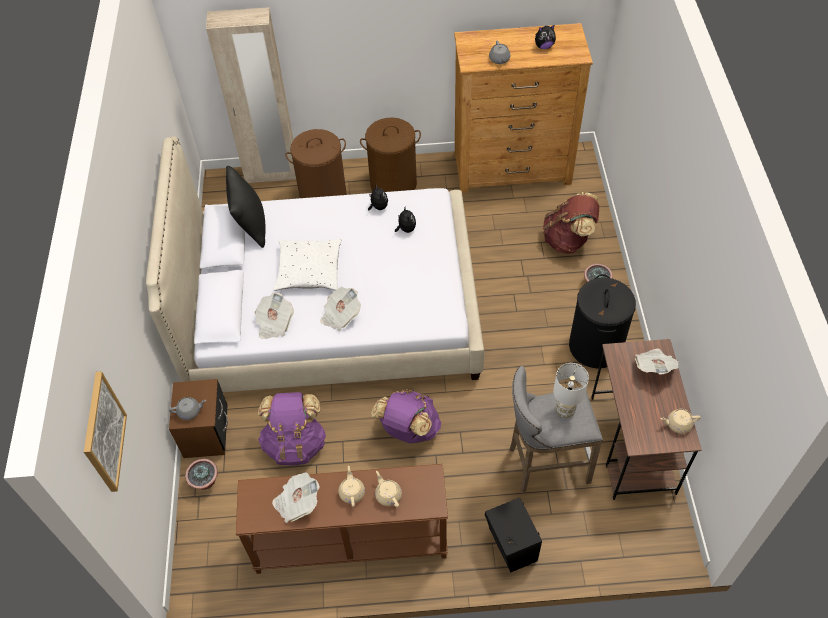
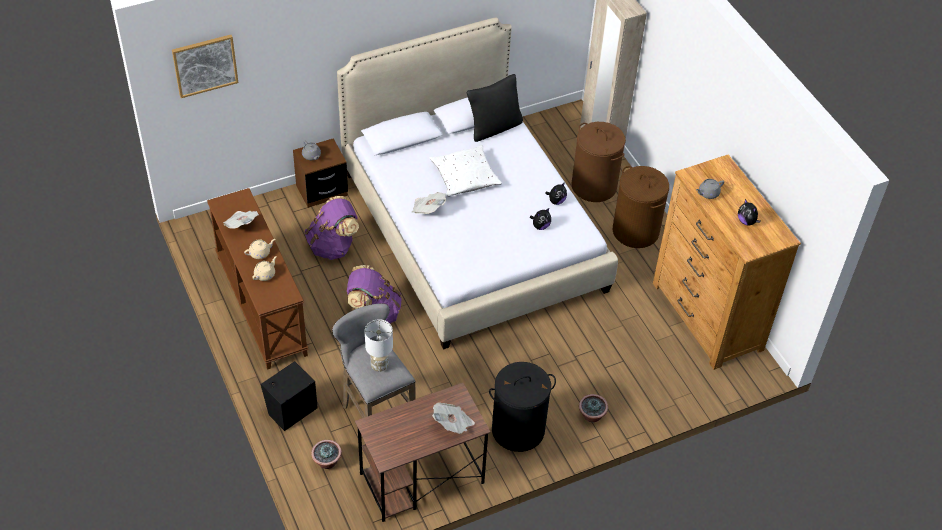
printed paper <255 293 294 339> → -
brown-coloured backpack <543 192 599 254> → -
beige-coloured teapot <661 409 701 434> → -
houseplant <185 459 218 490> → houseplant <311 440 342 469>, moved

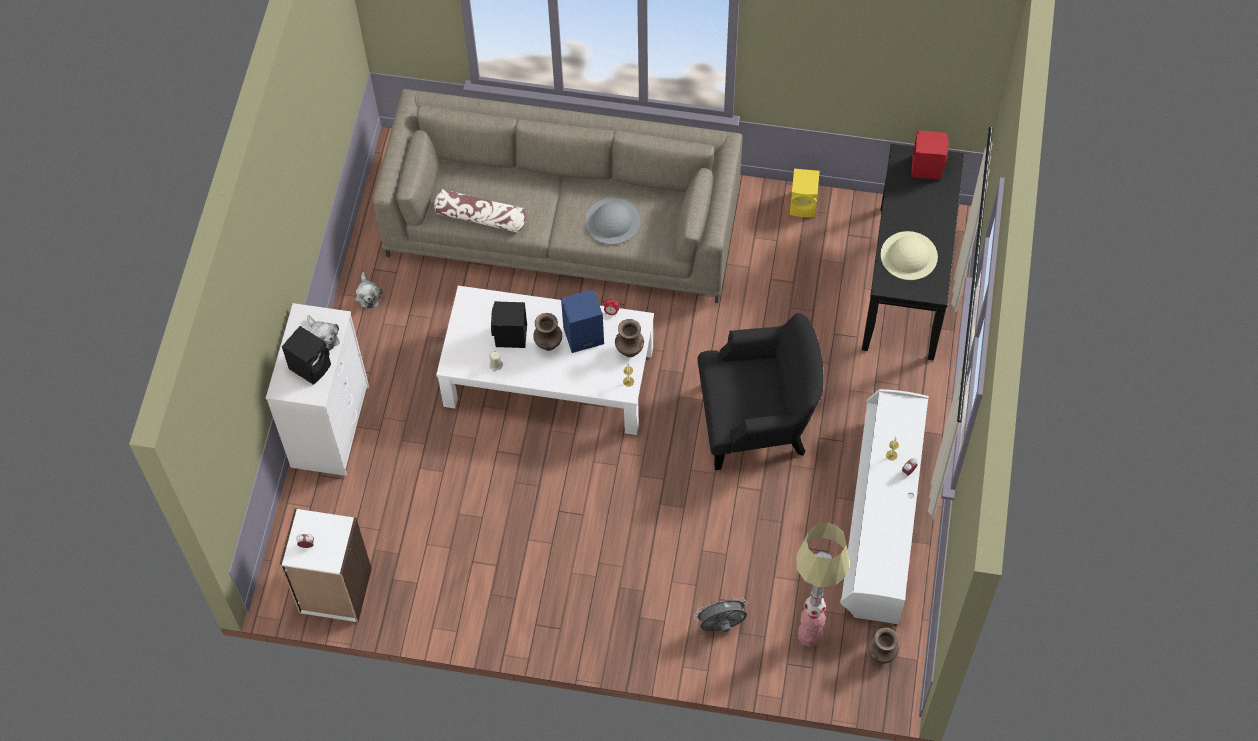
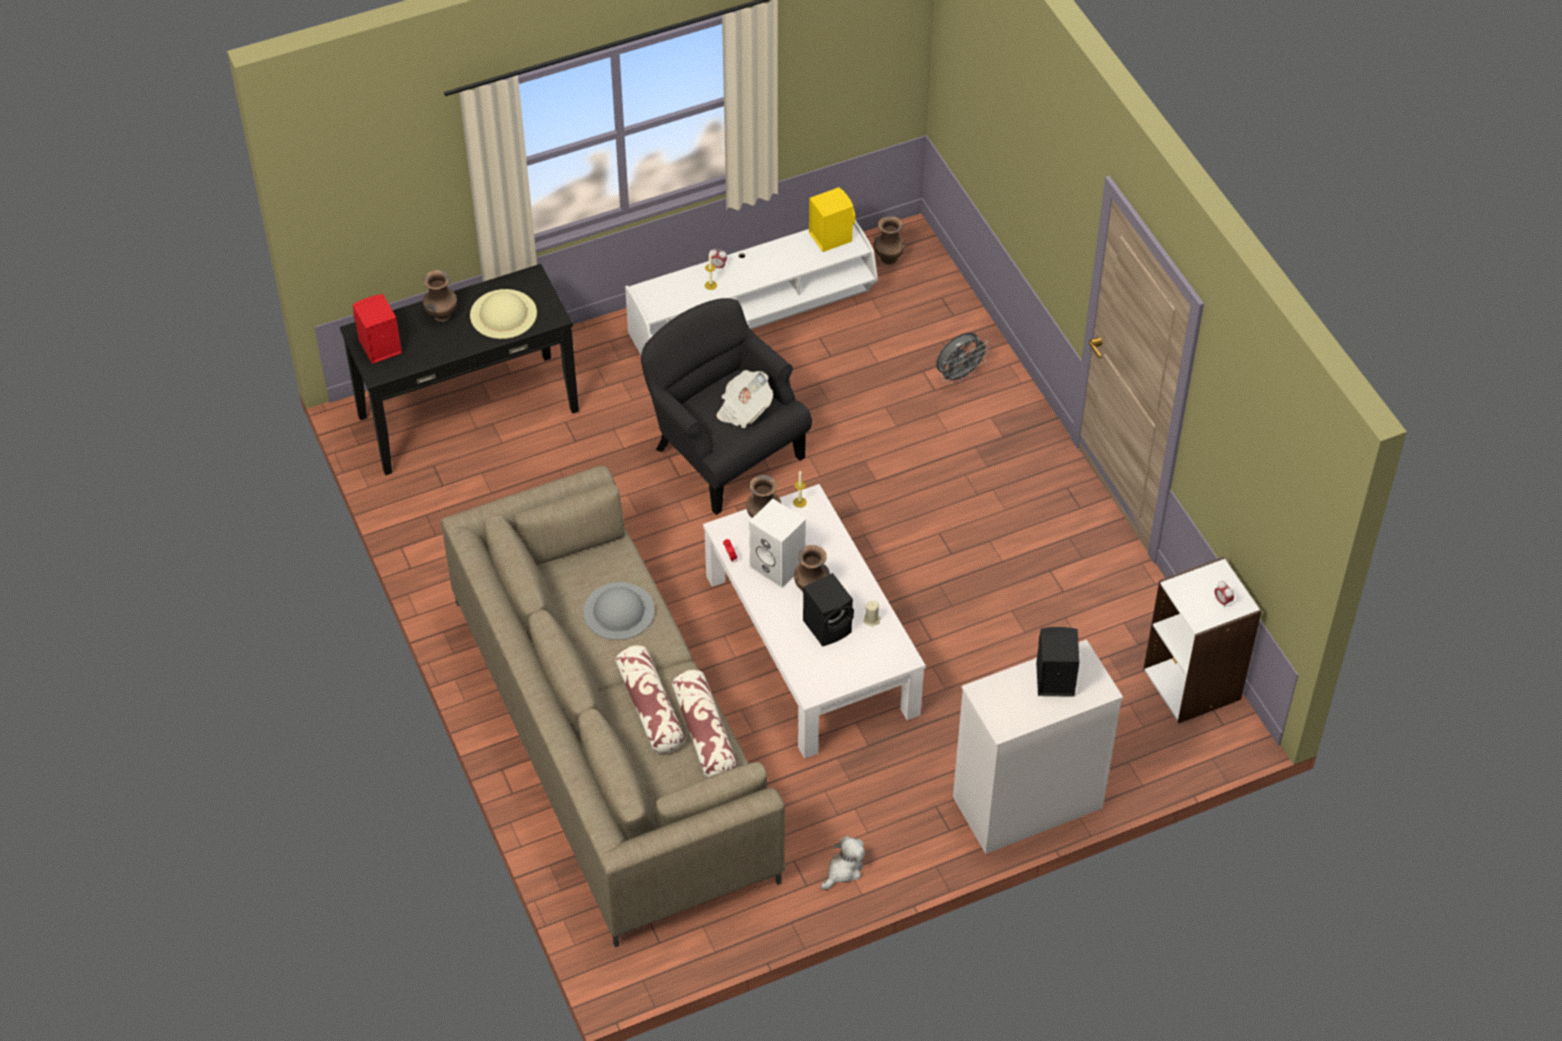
plush toy <307 315 340 351> → -
floor lamp <796 522 849 647> → -
- → brown-coloured decorative vase <423 270 457 322>
- → throw pillow <616 645 685 753>
- → printed paper <717 370 773 428>
yellow audio speaker <790 169 820 217> → yellow audio speaker <809 187 855 252>, moved
blue audio speaker <561 289 604 353> → white audio speaker <749 499 806 588>
greyish cooling fan <694 597 747 632> → greyish cooling fan <936 332 990 385>, 75 degrees counterclockwise

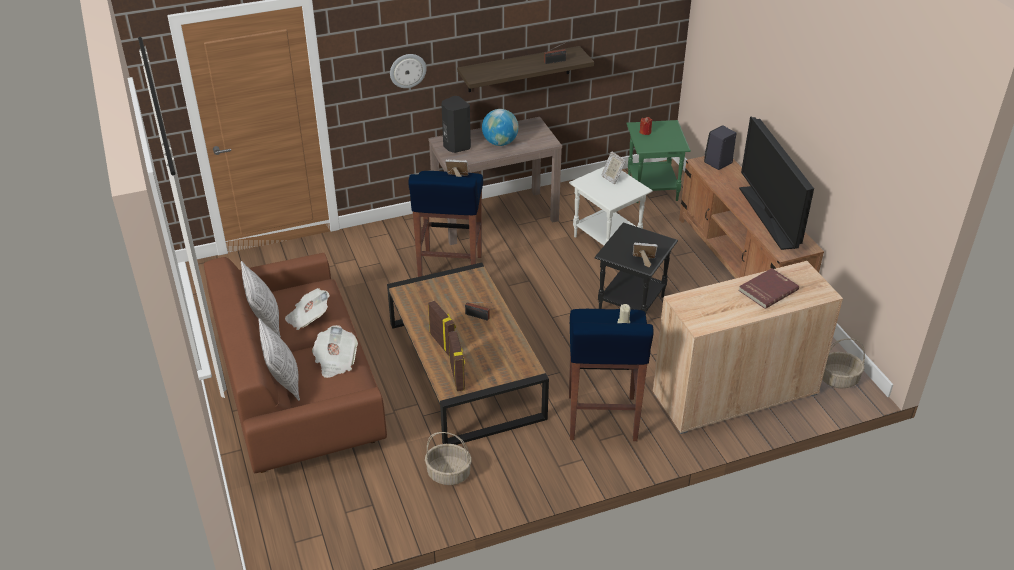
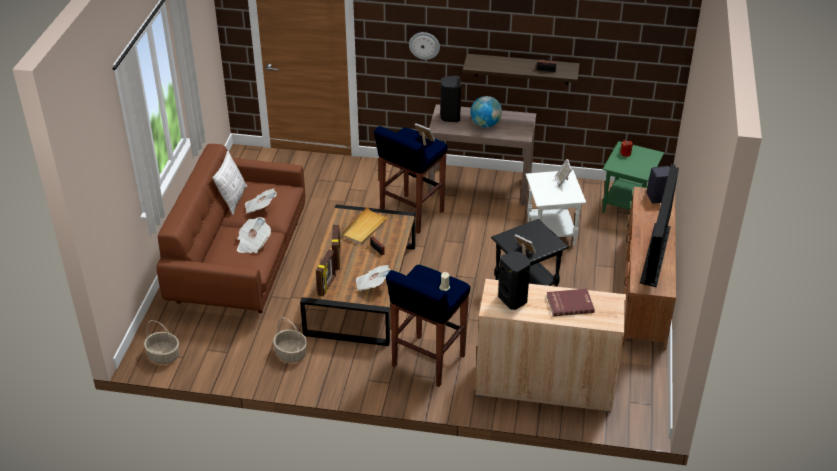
throw pillow <258 318 300 401> → -
- → beige-coloured tray <341 207 390 245>
- → printed paper <356 265 391 291>
- → blackish audio speaker <498 251 530 310>
household basket <822 338 865 388> → household basket <144 320 180 364>, moved

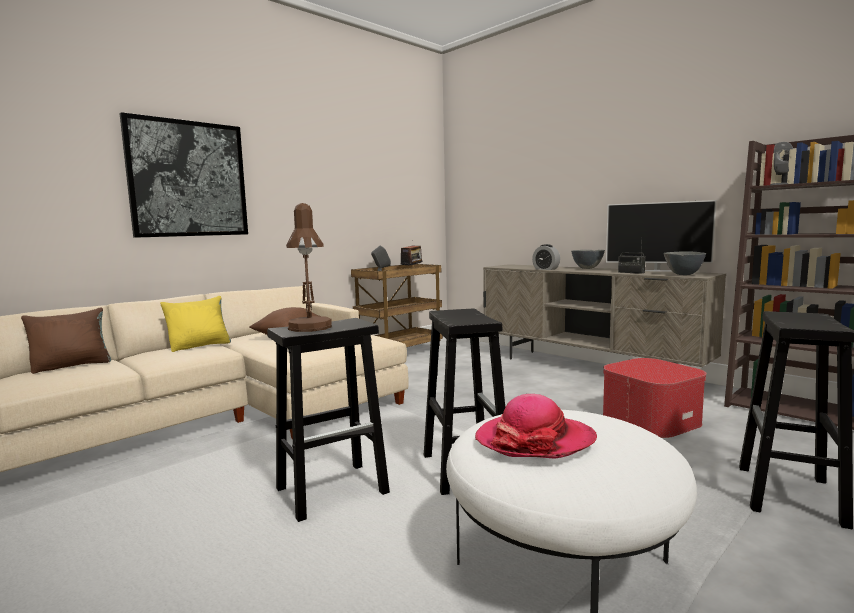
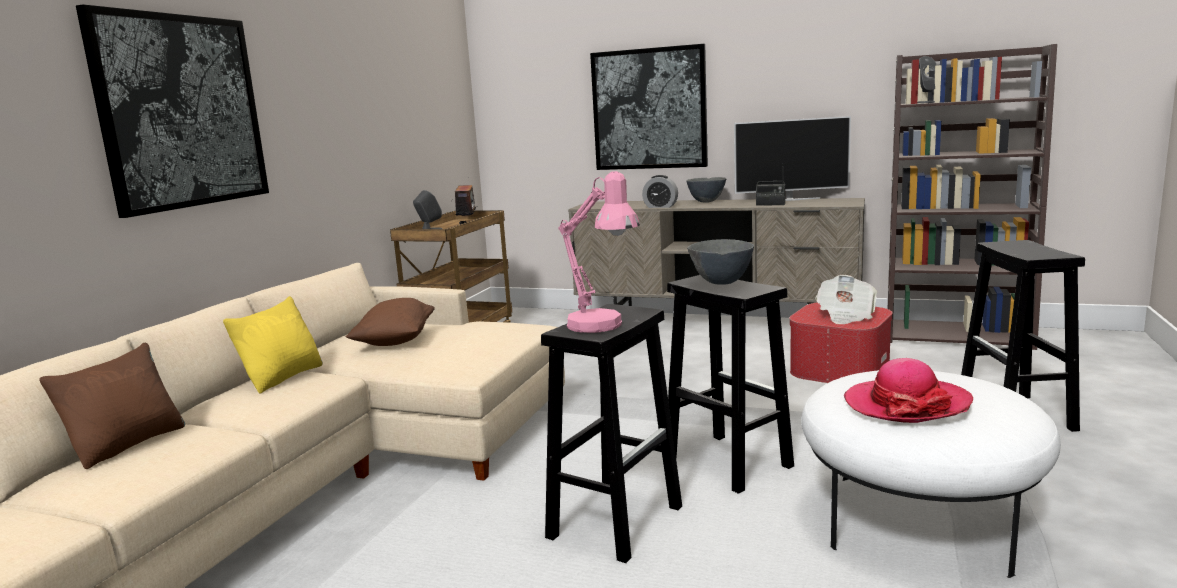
- → wall art <590 44 708 170>
- → printed paper <815 275 877 324>
greyish serving bowl <664 252 706 275> → greyish serving bowl <687 239 754 285>, moved
brown-coloured tabletop lamp <286 203 332 332> → pinkish tabletop lamp <558 171 640 333>

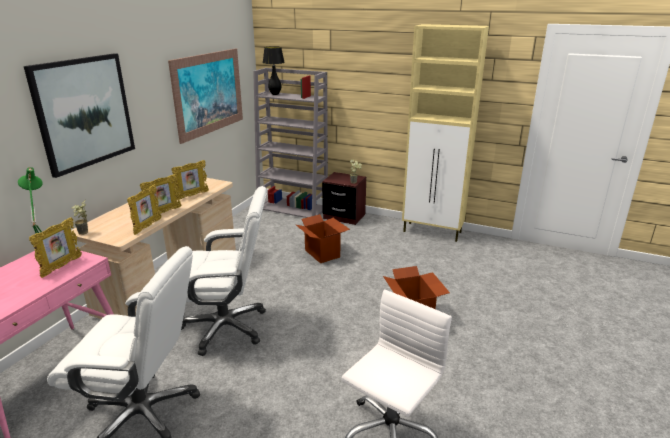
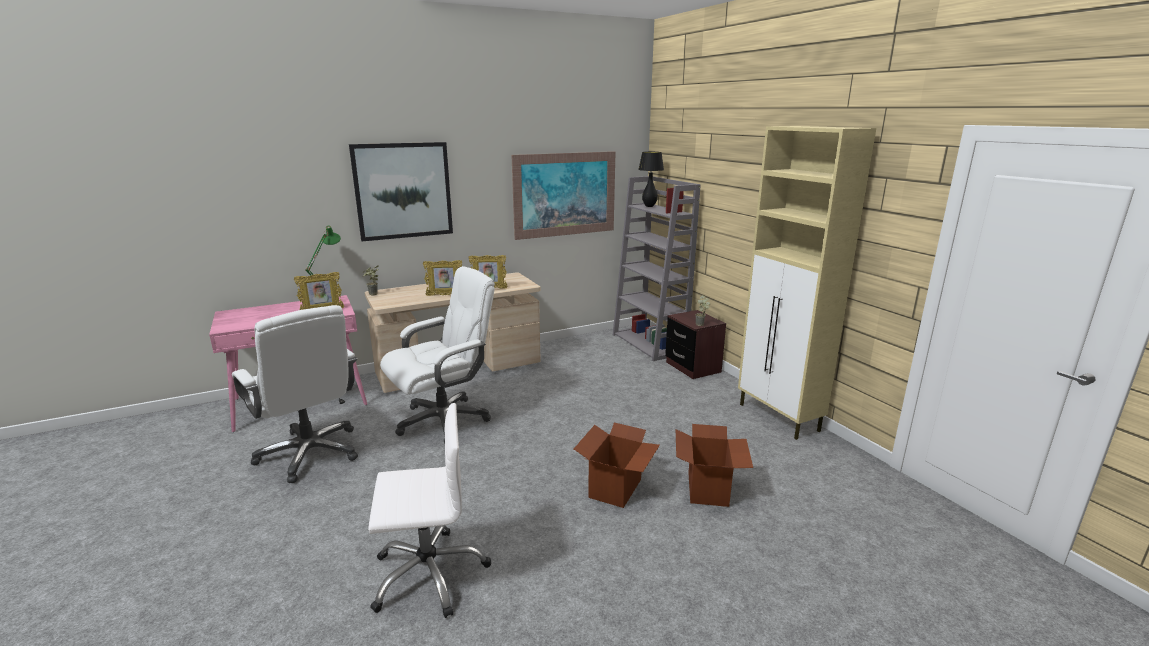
picture frame <127 184 162 235> → -
cardboard box <296 214 350 263> → cardboard box <676 424 753 507>, moved
white desk chair <181 186 267 356> → white desk chair <380 266 495 443>, 75 degrees counterclockwise

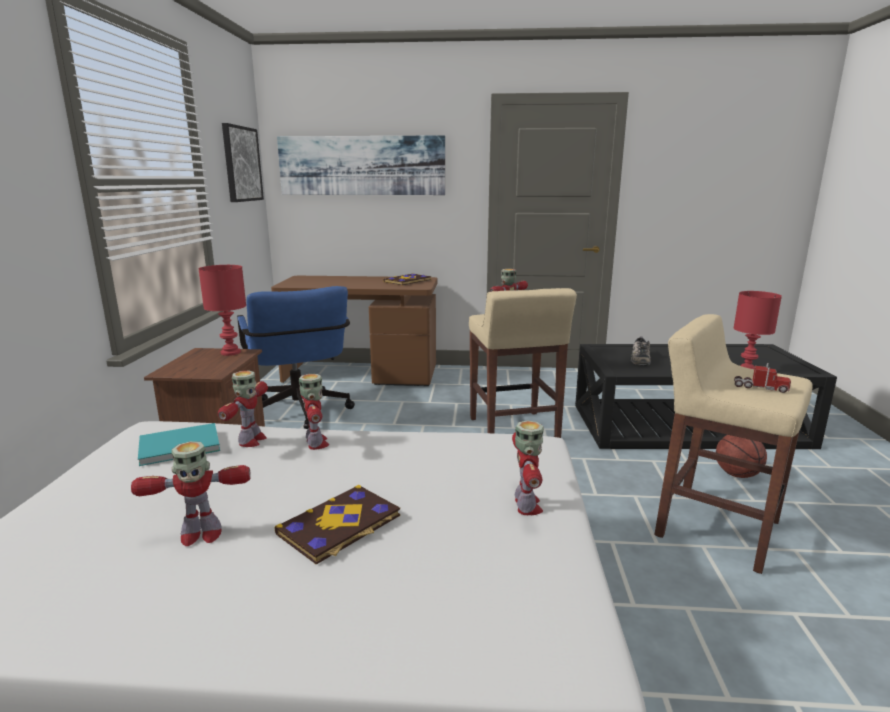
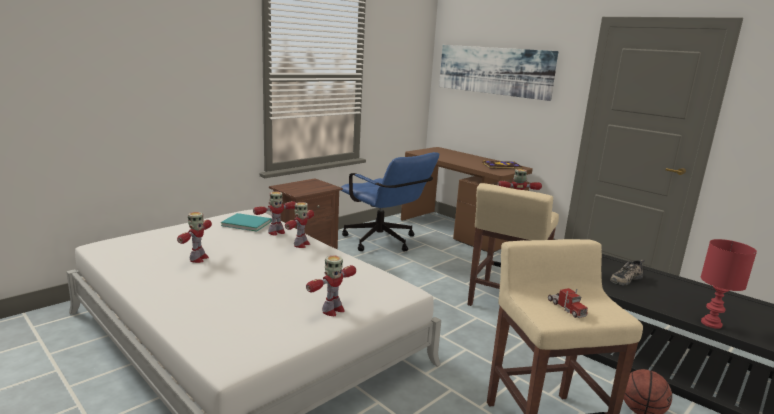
red-coloured tabletop lamp <199 265 246 356> → -
wall art <222 123 264 202> → -
book <275 485 400 565> → -
model robot <131 441 251 546> → model robot <177 212 212 263>, 105 degrees counterclockwise
blue desk chair <237 286 355 429> → blue desk chair <341 152 439 251>, 60 degrees counterclockwise

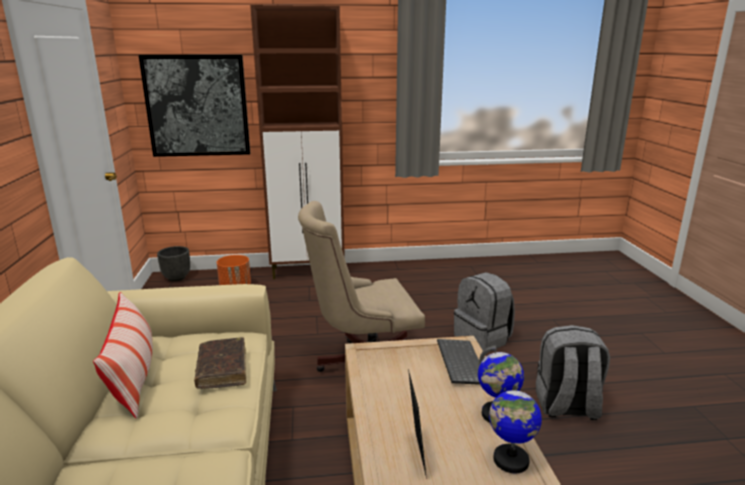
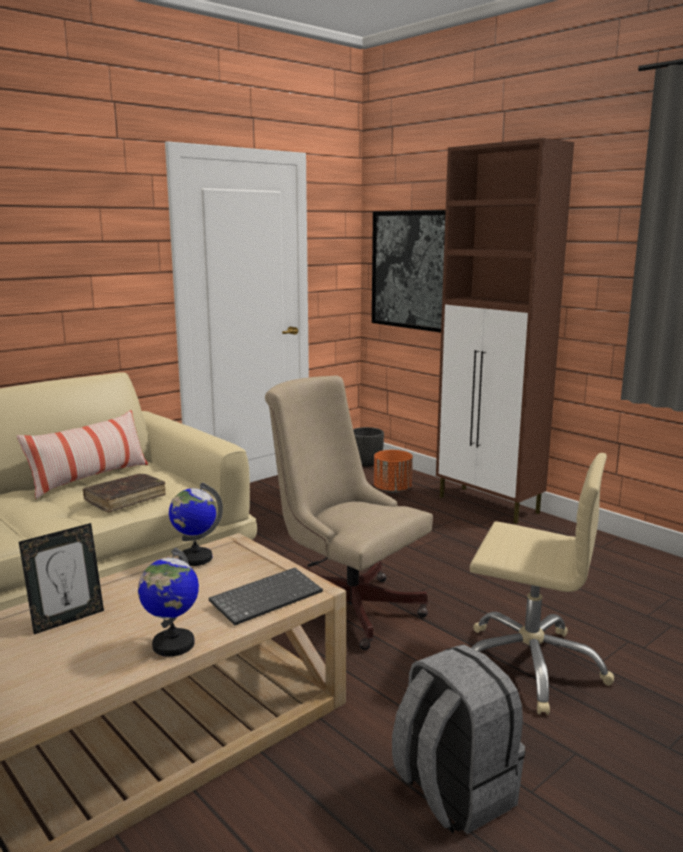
globe <489 382 542 473> → globe <169 483 223 566>, moved
greyish backpack <454 272 515 350> → beige-coloured desk chair <470 453 614 715>

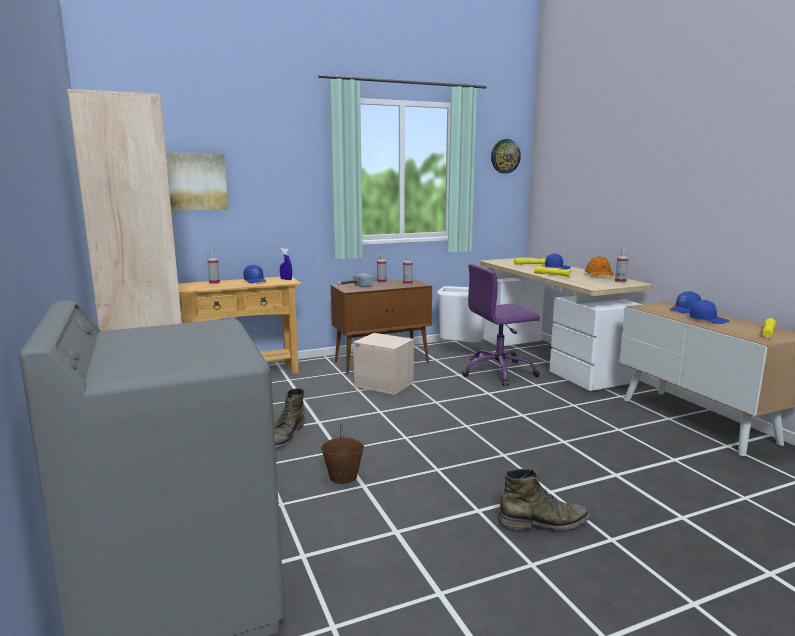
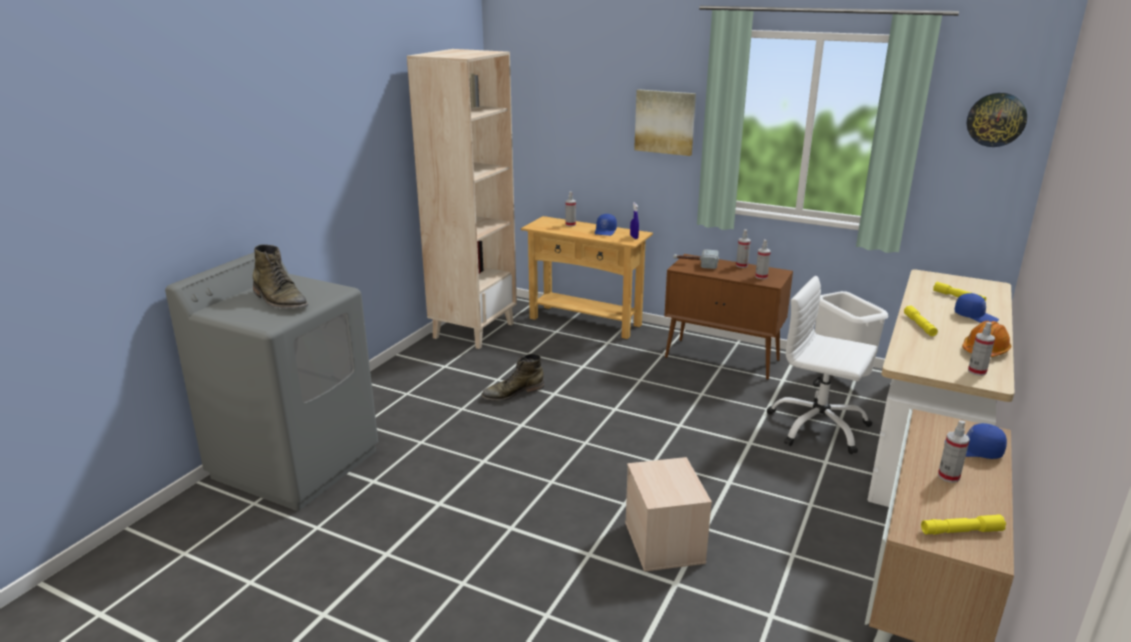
brown-coloured water bucket <321 424 364 484> → -
wall art <166 153 228 211> → wall art <634 89 696 156>, moved
beige-coloured storage bin <353 333 414 395> → beige-coloured storage bin <625 457 712 572>, moved
green tall boot <499 469 590 530> → green tall boot <253 244 308 309>, moved
blue cap <689 300 730 324> → hand sprayer <938 420 970 483>
purple-coloured desk chair <462 264 540 386> → white desk chair <766 276 878 454>

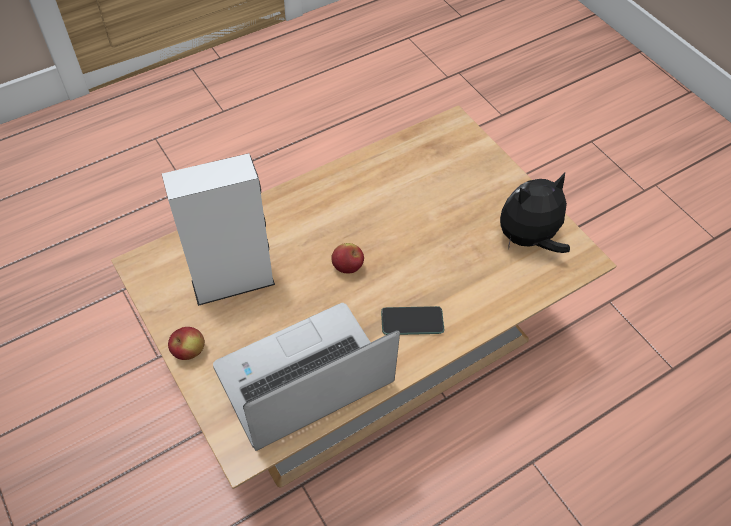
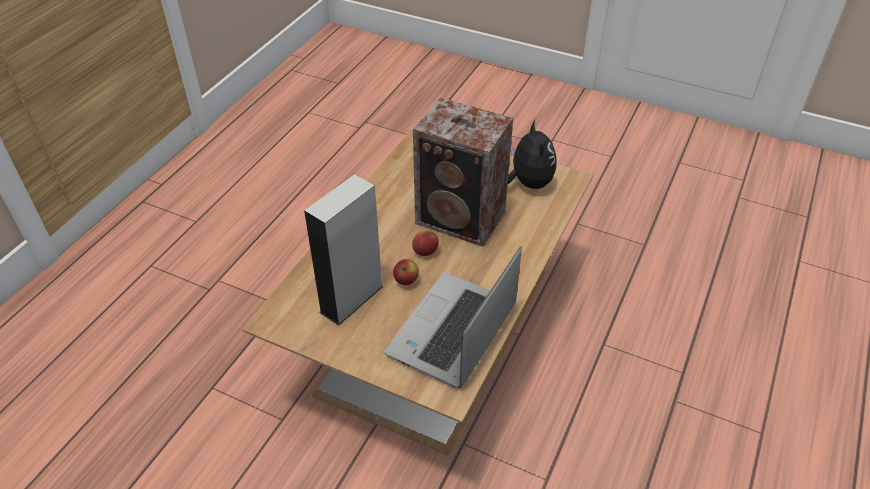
telephone <381 306 444 335> → -
- → audio speaker <413 98 513 247>
apple fruit <168 327 205 360> → apple fruit <393 259 419 285>, moved
plush toy <500 173 570 253> → plush toy <508 120 557 189>, 135 degrees clockwise

